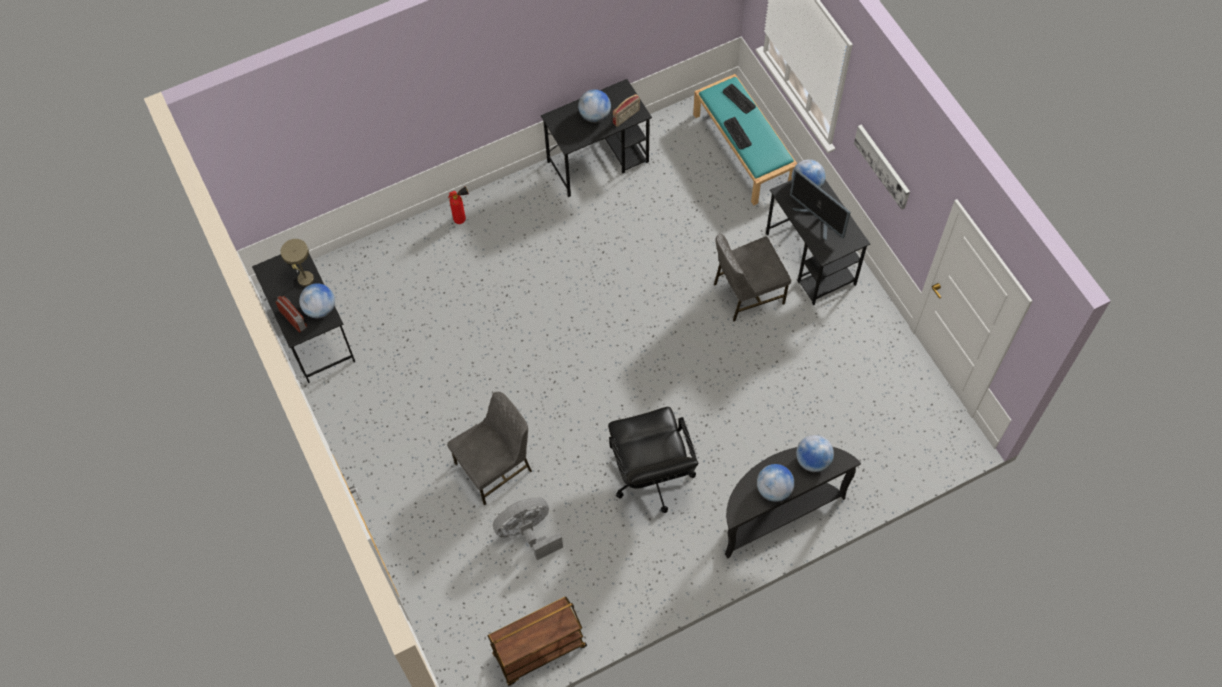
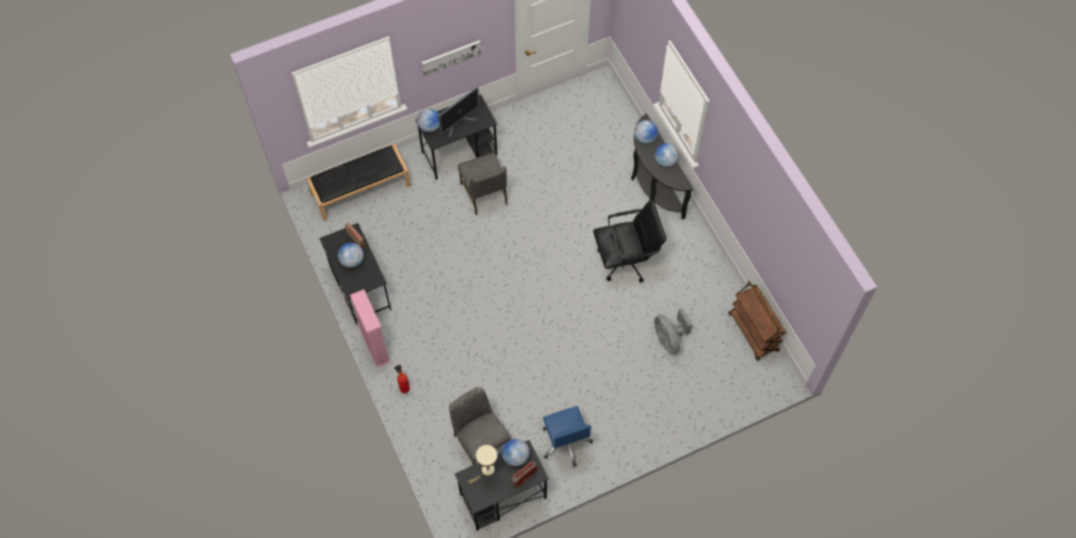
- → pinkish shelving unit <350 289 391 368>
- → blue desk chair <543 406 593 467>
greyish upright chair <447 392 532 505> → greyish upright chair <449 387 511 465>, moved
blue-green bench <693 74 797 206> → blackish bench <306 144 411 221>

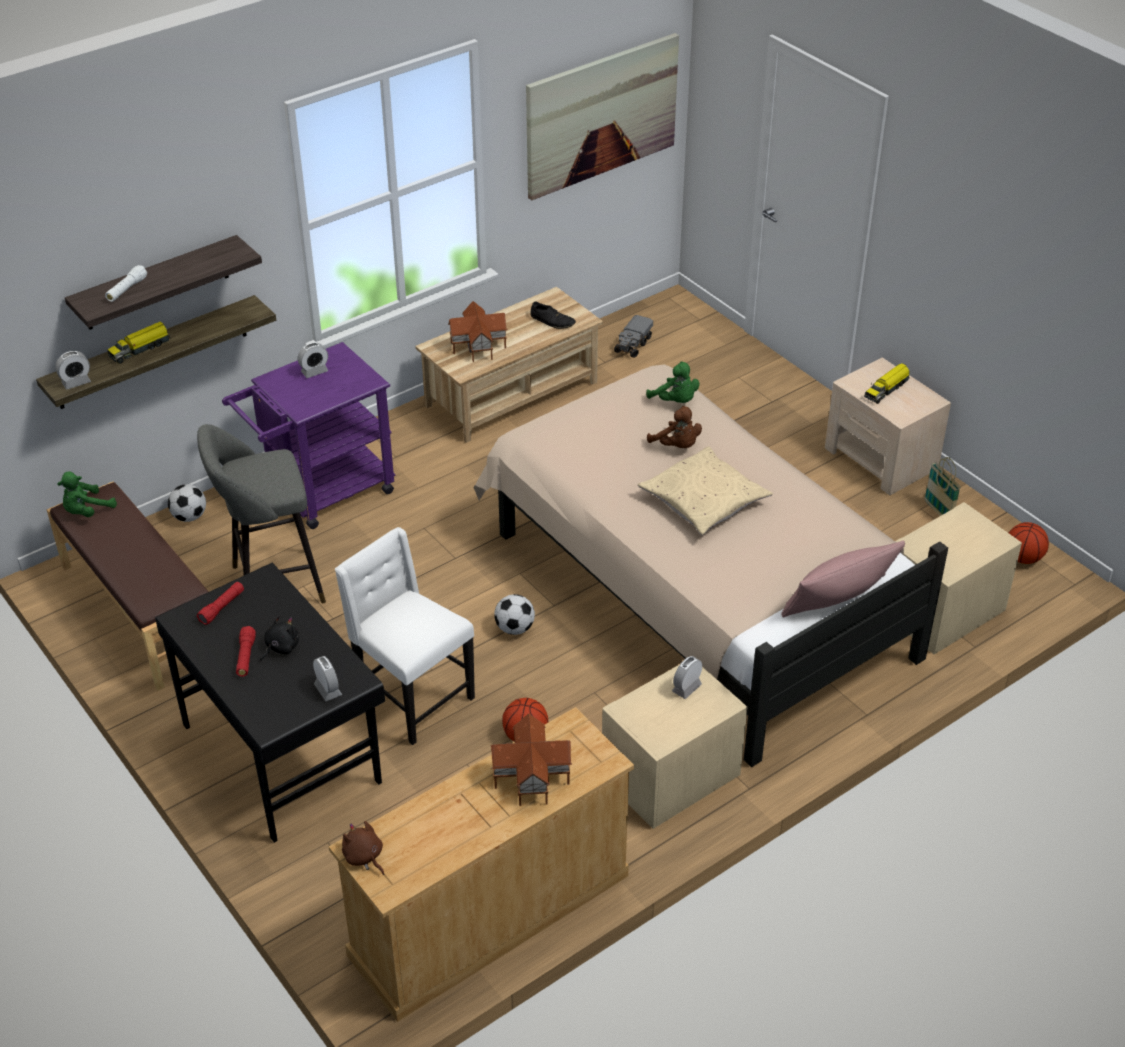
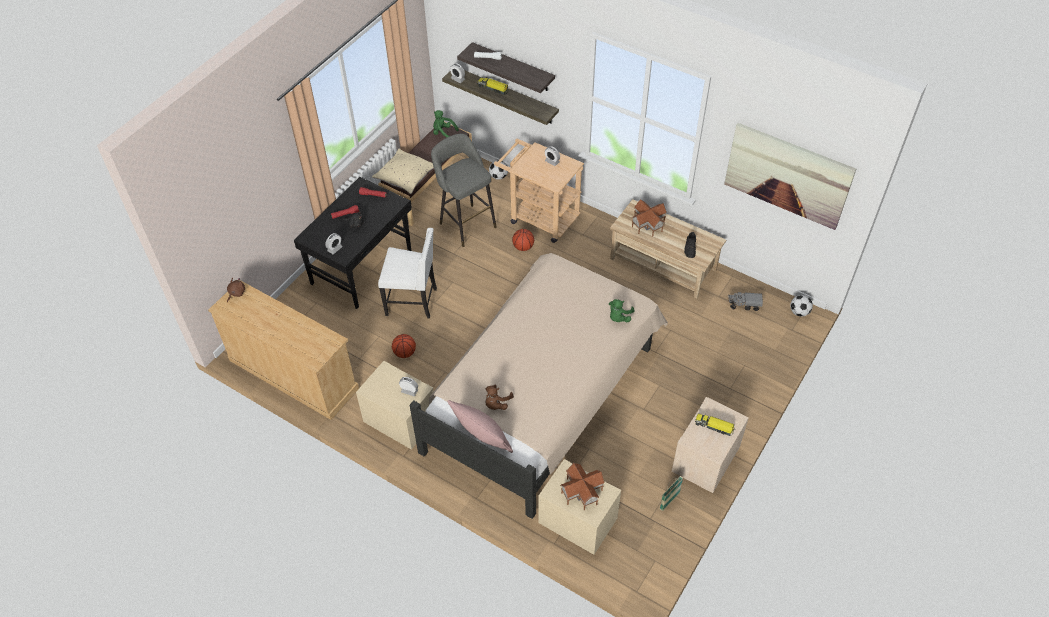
toy house <490 713 572 806> → toy house <560 463 605 510>, moved
ball for football <494 594 535 635> → ball for football <790 295 813 317>, moved
beige-coloured throw pillow <638 446 773 535> → beige-coloured throw pillow <372 149 434 194>, moved
brown-coloured plush toy <647 406 702 448> → brown-coloured plush toy <486 385 514 410>, moved
basketball <1009 522 1049 564> → basketball <512 229 534 251>, moved
purple-coloured trolley <222 342 395 529> → beige-coloured trolley <494 139 584 243>
white upright chair <335 527 475 745> → white upright chair <378 228 437 318>, 75 degrees clockwise

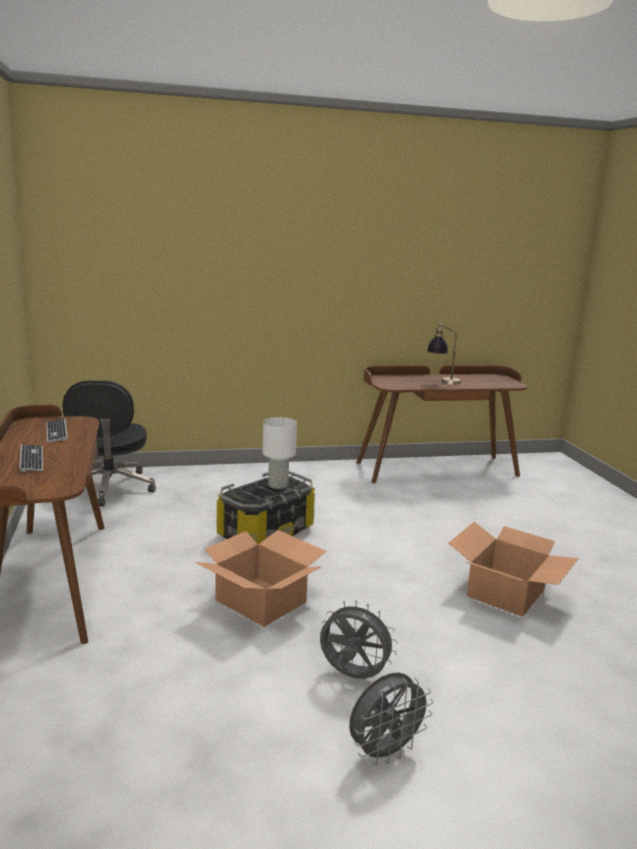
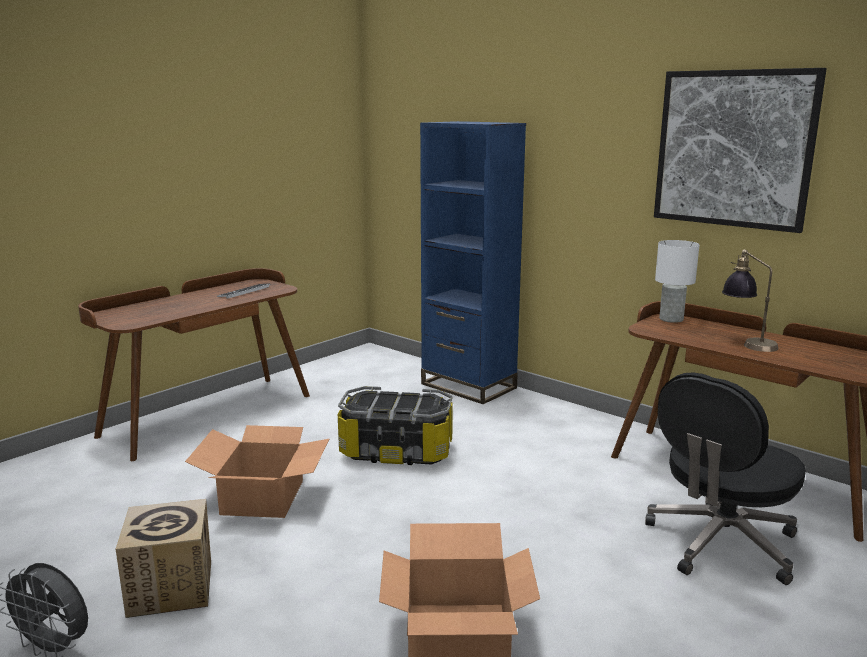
keyboard <19 444 43 472> → -
- → blue shelving unit <420 121 526 404>
- → wall art <654 68 827 233>
blackish desk chair <63 380 156 506> → blackish desk chair <645 372 806 585>, moved
white tabletop lamp <263 417 297 489> → white tabletop lamp <655 240 700 323>, moved
greyish cooling fan <320 601 398 679> → cardboard box <116 499 211 618>

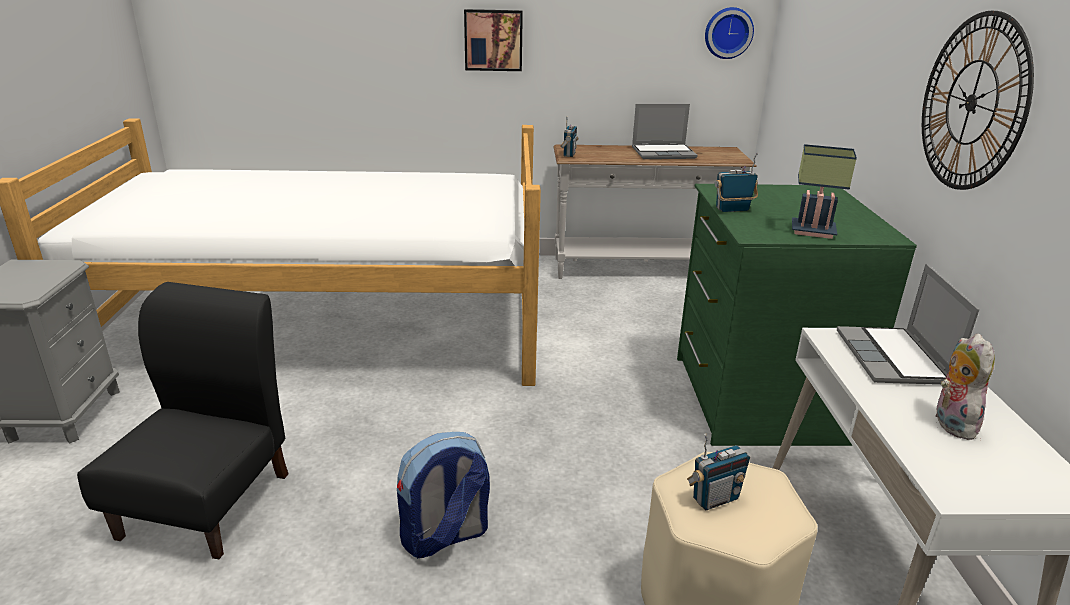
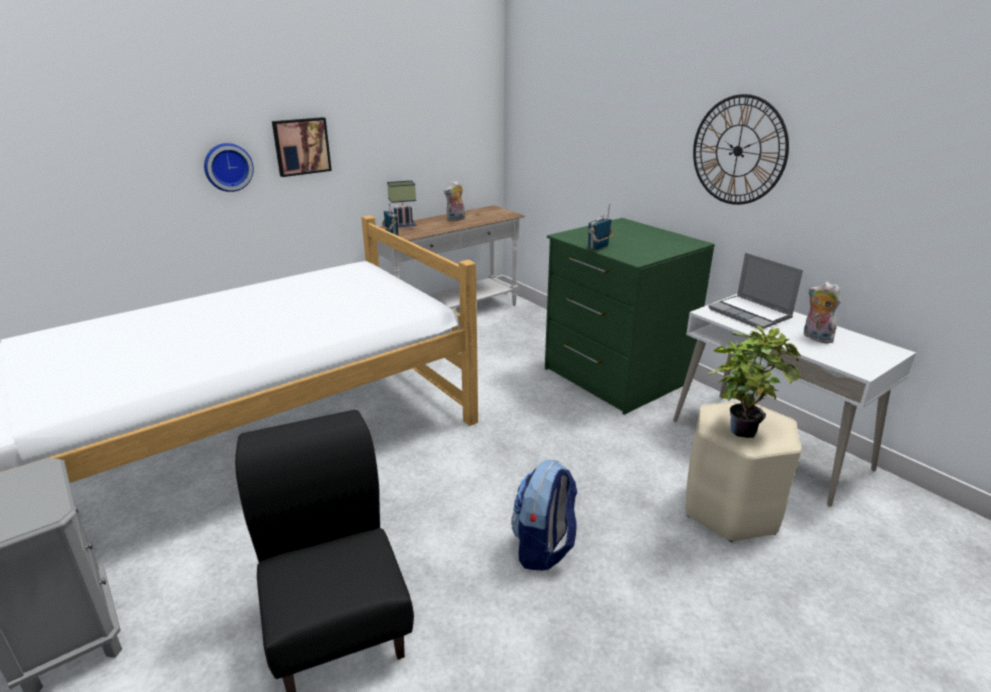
clock on the wall <705 7 754 59> → clock on the wall <204 143 254 192>, moved
tabletop lamp <792 144 857 239> → tabletop lamp <387 180 417 230>, moved
portable computer <632 104 698 159> → plush toy <444 180 465 221>
radio set <687 433 750 510> → houseplant <707 326 801 438>

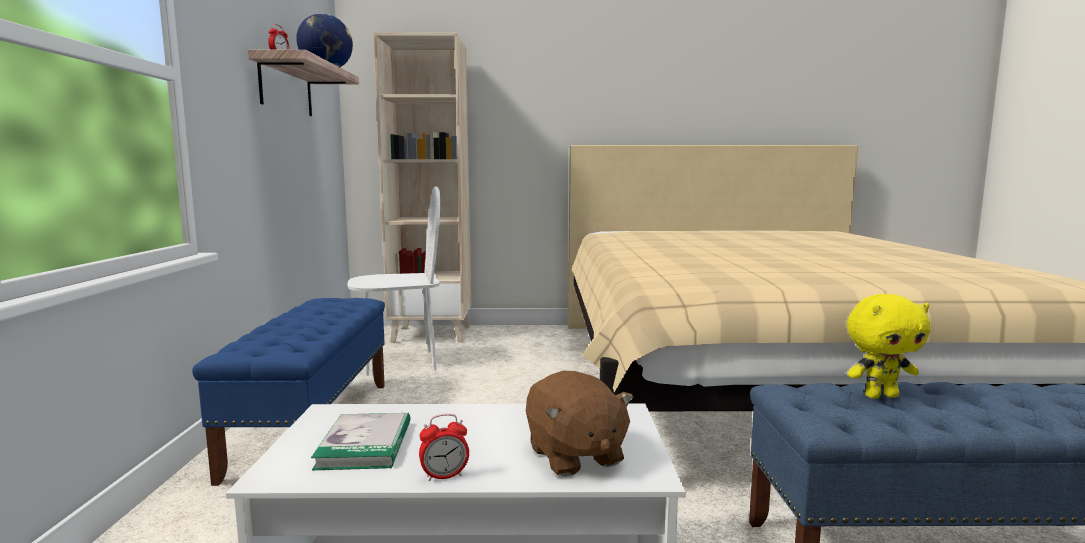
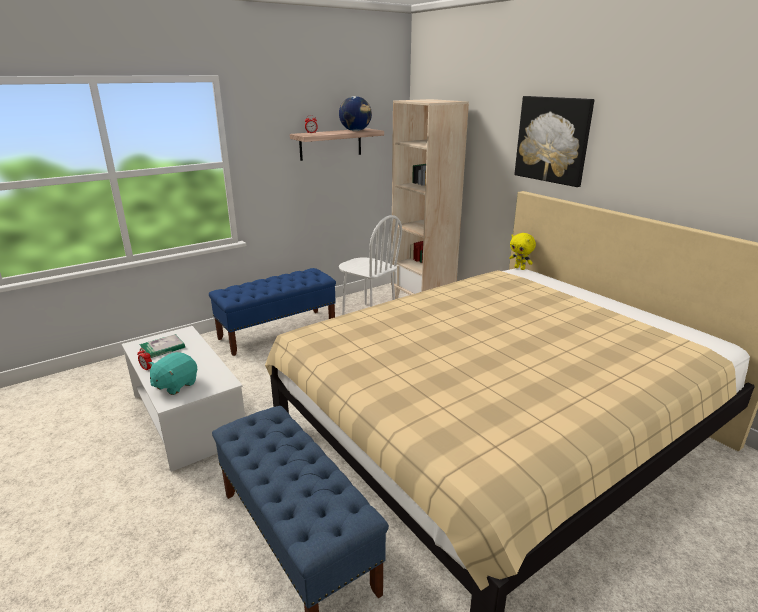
- → wall art <514 96 595 187>
yellow plush toy <847 294 930 399> → yellow plush toy <509 233 536 270>, moved
brown-coloured plush toy <526 370 634 476> → blue-green plush toy <148 352 197 395>

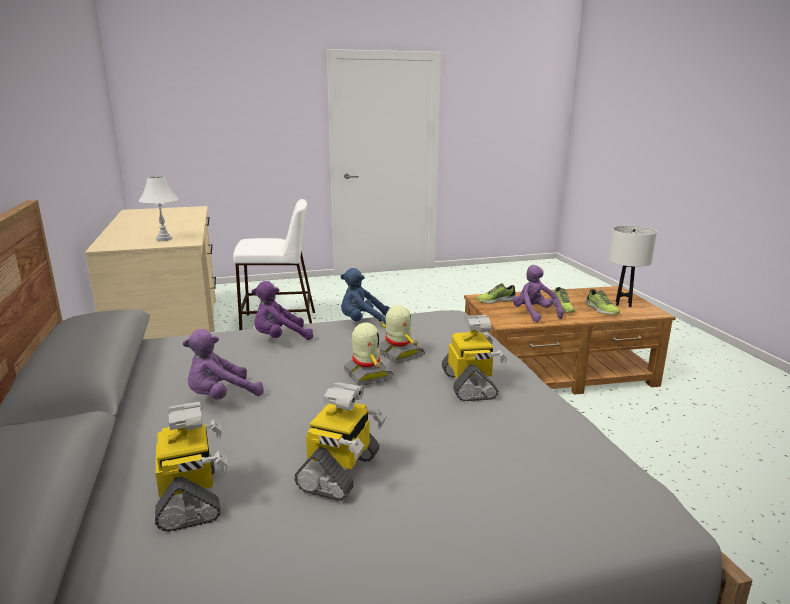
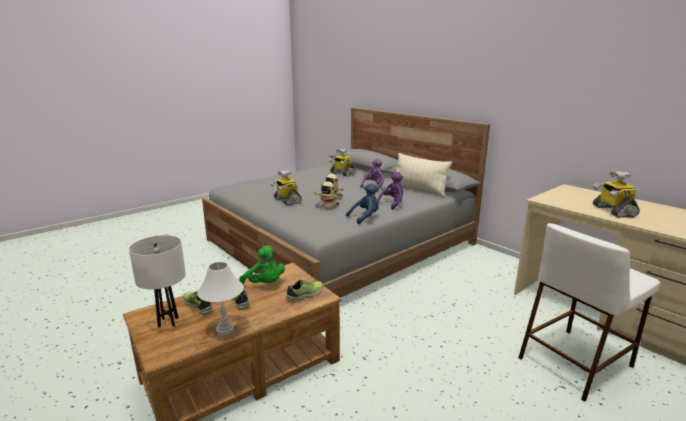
- → beige-coloured throw pillow <392 153 452 197>
white tabletop lamp <139 176 179 241> → white tabletop lamp <197 262 244 336>, moved
model robot <294 382 386 501> → model robot <593 171 640 218>, moved
purple-coloured plush toy <513 265 563 322> → green plush toy <239 245 285 284>

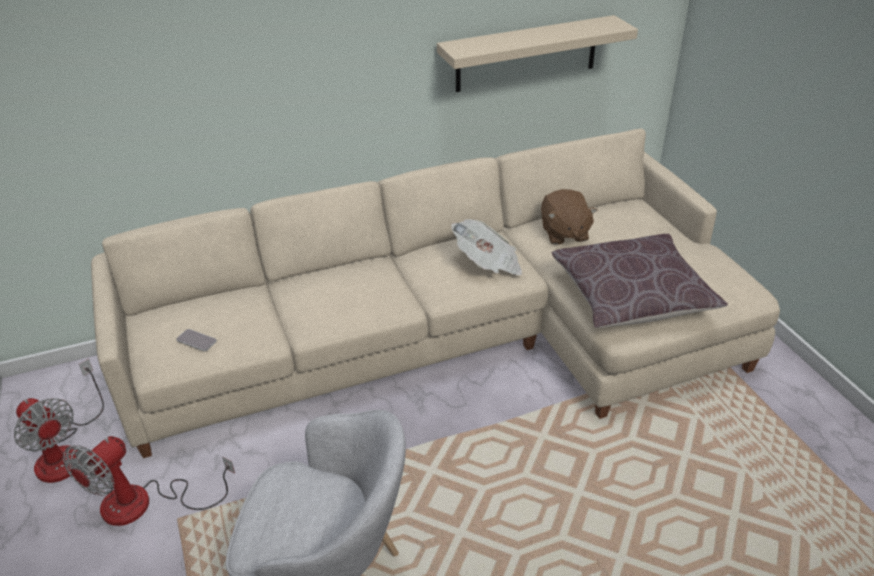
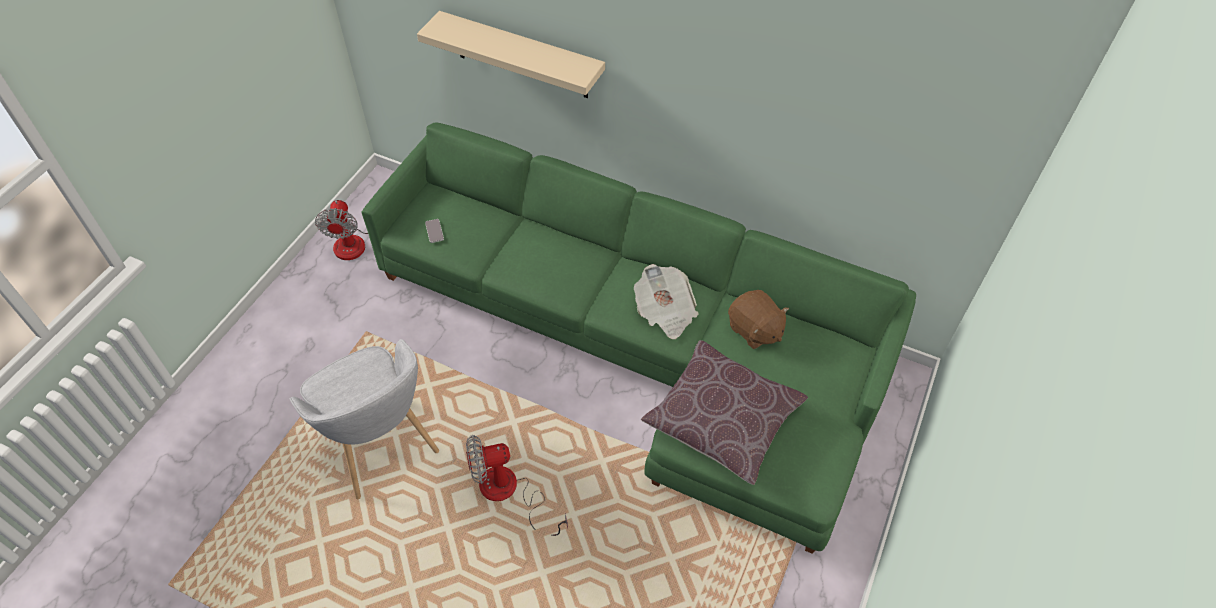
cooling fan <63 436 235 526> → cooling fan <466 435 568 536>, moved
beige-coloured bracket shelf <437 15 638 92> → beige-coloured bracket shelf <417 11 605 98>, moved
beige-coloured settee <91 128 780 458> → green settee <361 122 916 554>
brown-coloured plush toy <541 189 597 245> → brown-coloured plush toy <728 290 789 349>, 75 degrees counterclockwise

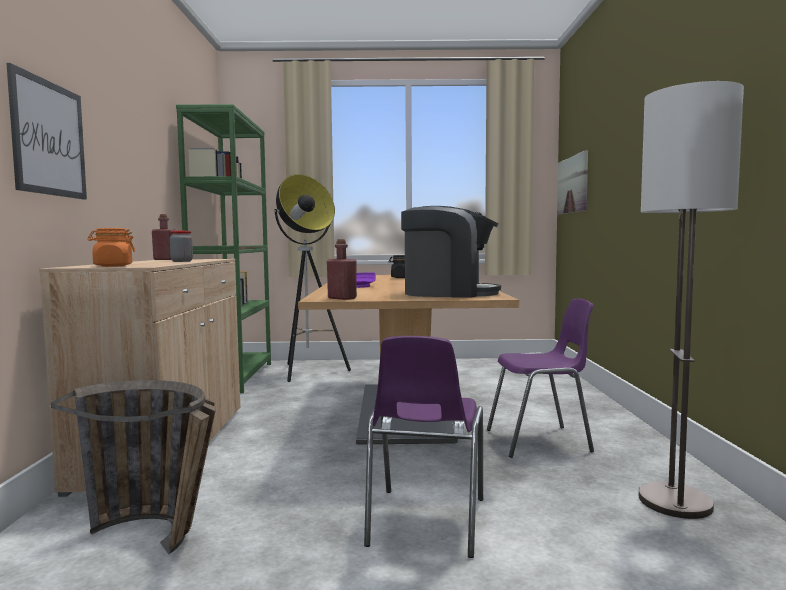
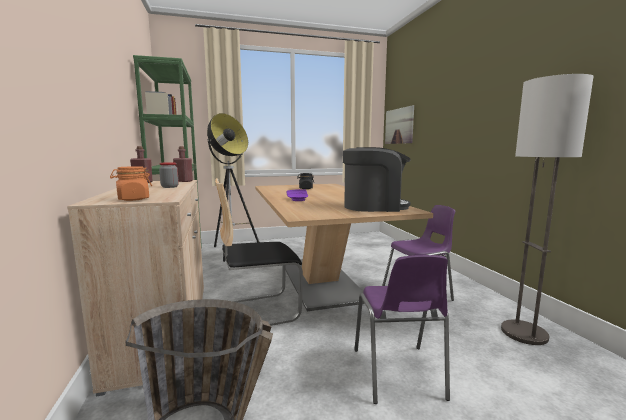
wall art <6 63 87 200> → -
- → upright chair <215 178 303 326>
red-coloured drink bottle <327 239 357 300> → red-coloured drink bottle <173 146 193 182>, moved

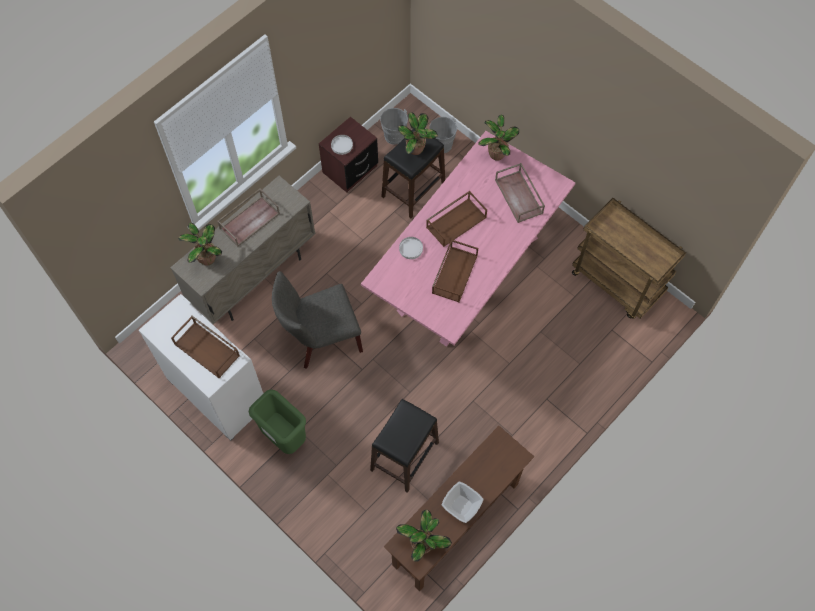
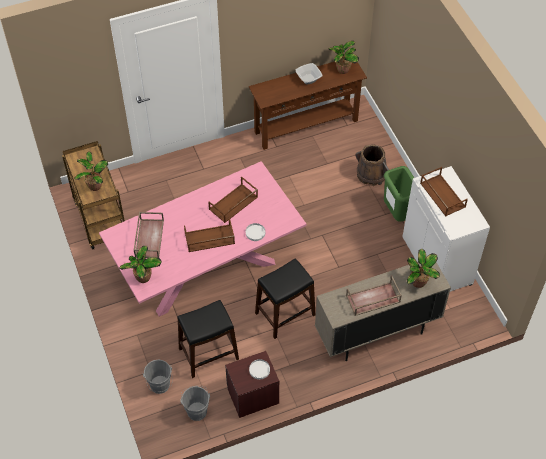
greyish upright chair <272 271 363 369> → -
- → brown-coloured water bucket <356 144 389 186>
blackish stool <370 399 439 493> → blackish stool <255 258 315 339>, moved
houseplant <398 112 438 155> → houseplant <74 151 108 191>, moved

